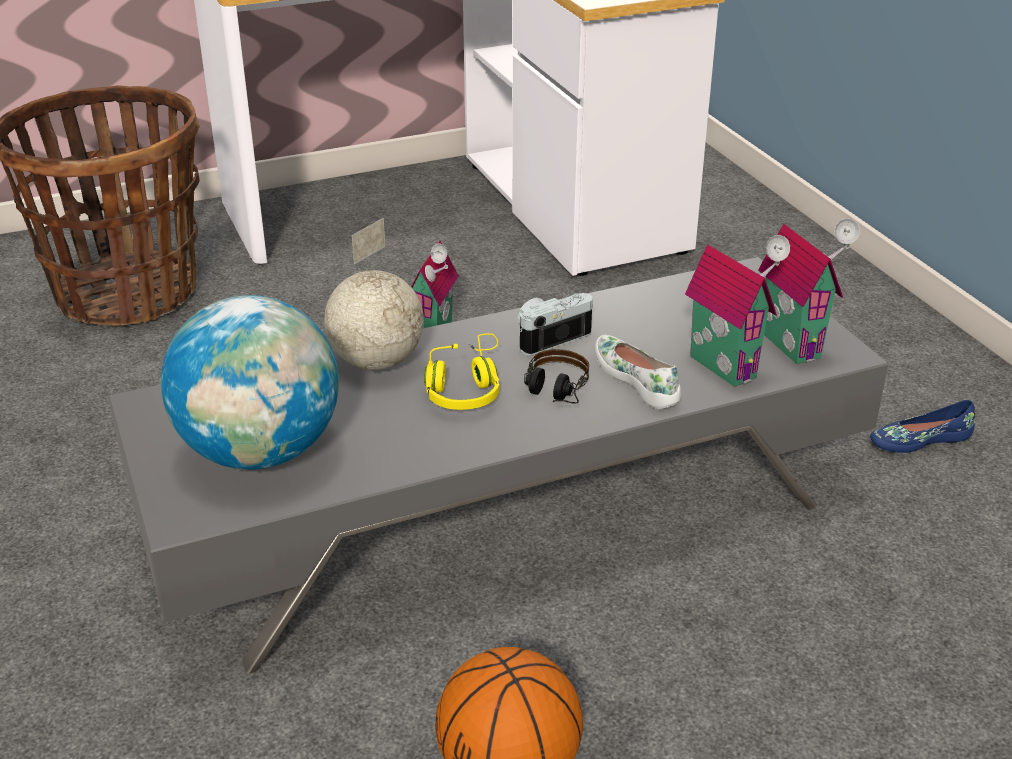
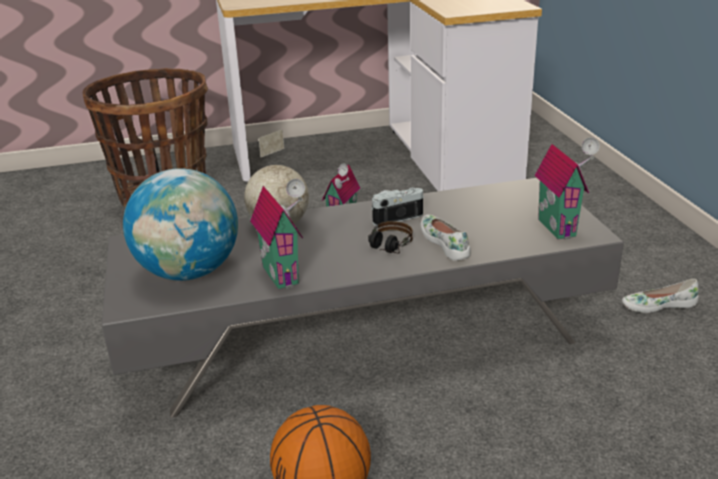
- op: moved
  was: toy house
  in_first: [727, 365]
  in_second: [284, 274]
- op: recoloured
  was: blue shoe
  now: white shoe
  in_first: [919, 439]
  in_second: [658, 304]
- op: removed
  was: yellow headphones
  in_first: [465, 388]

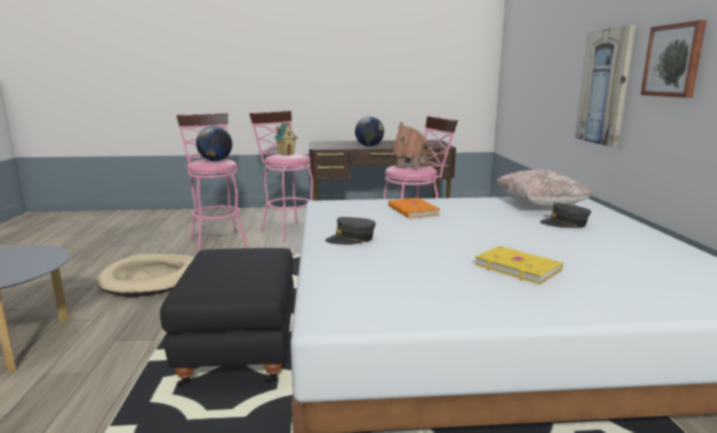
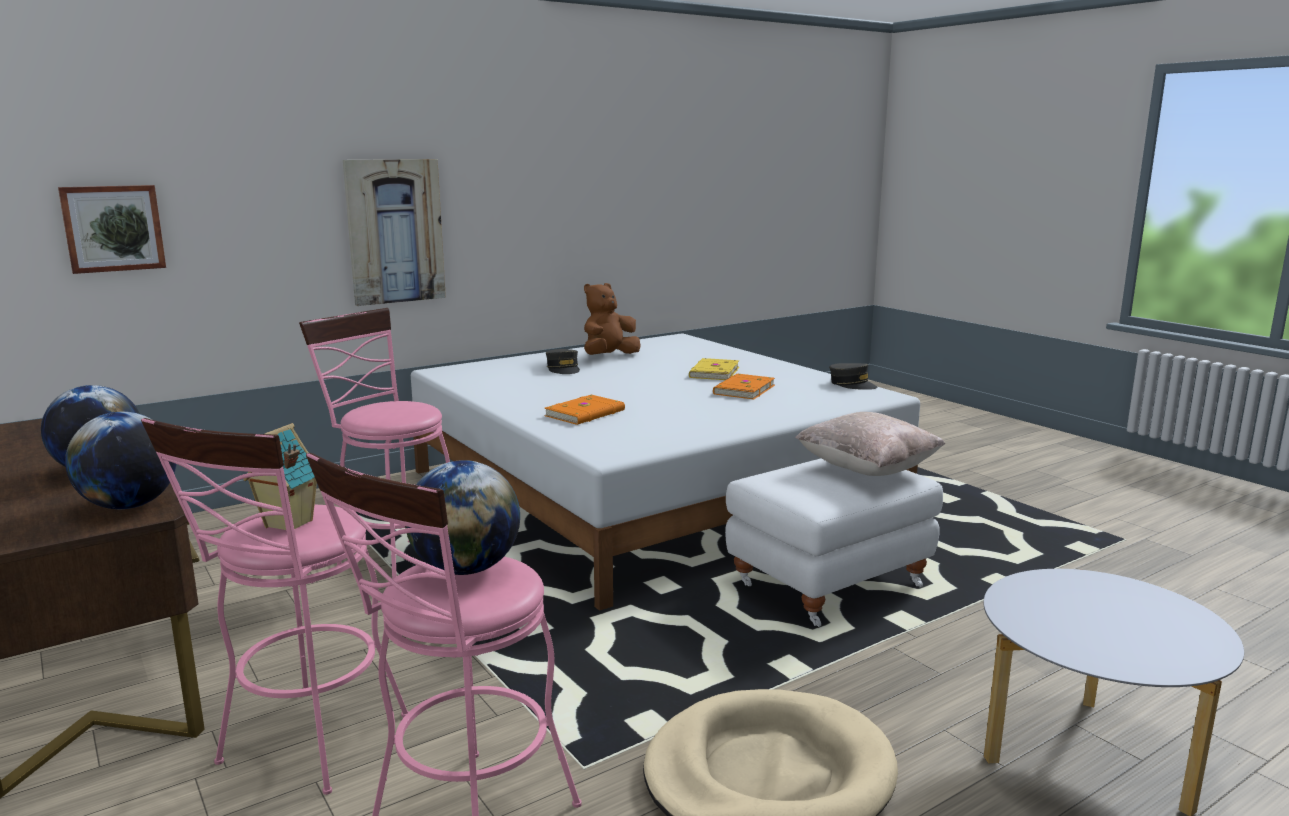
- op: moved
  was: picture
  in_first: [674, 60]
  in_second: [113, 228]
- op: added
  now: globe
  in_second: [129, 506]
- op: added
  now: brown plush toy
  in_second: [609, 356]
- op: added
  now: orange book
  in_second: [743, 390]
- op: recoloured
  was: black ottoman
  now: white ottoman
  in_first: [241, 352]
  in_second: [828, 583]
- op: moved
  was: beige pillow
  in_first: [539, 206]
  in_second: [867, 470]
- op: moved
  was: grey cap
  in_first: [351, 239]
  in_second: [852, 384]
- op: removed
  was: toy house
  in_first: [411, 166]

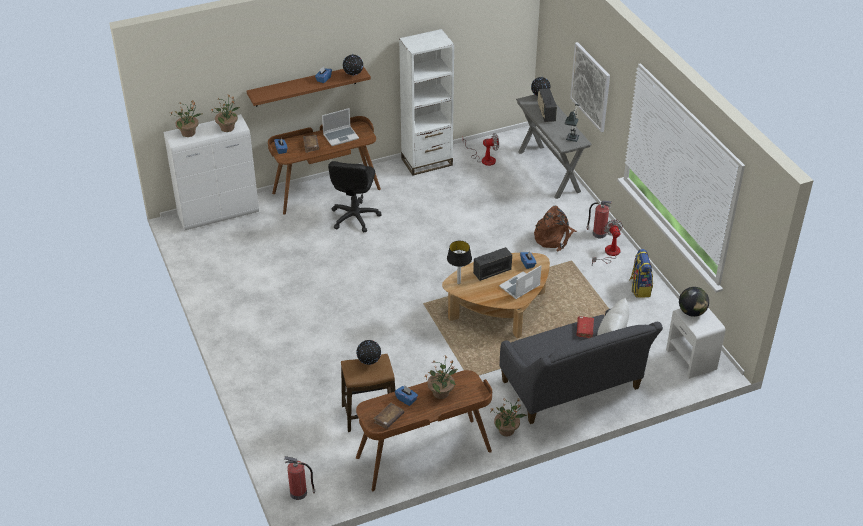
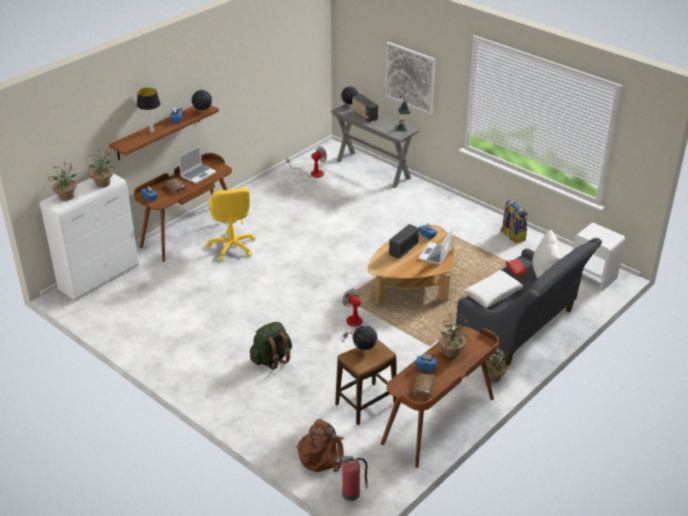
- op: moved
  was: table lamp
  in_first: [458, 283]
  in_second: [151, 131]
- op: recoloured
  was: black office chair
  now: yellow office chair
  in_first: [354, 217]
  in_second: [232, 247]
- op: added
  now: green backpack
  in_second: [271, 359]
- op: moved
  was: brown backpack
  in_first: [553, 238]
  in_second: [322, 455]
- op: moved
  was: fan
  in_first: [609, 254]
  in_second: [352, 325]
- op: added
  now: white pillow
  in_second: [492, 293]
- op: removed
  was: white bookcase
  in_first: [427, 162]
- op: removed
  was: fire extinguisher
  in_first: [598, 233]
- op: removed
  was: globe
  in_first: [692, 312]

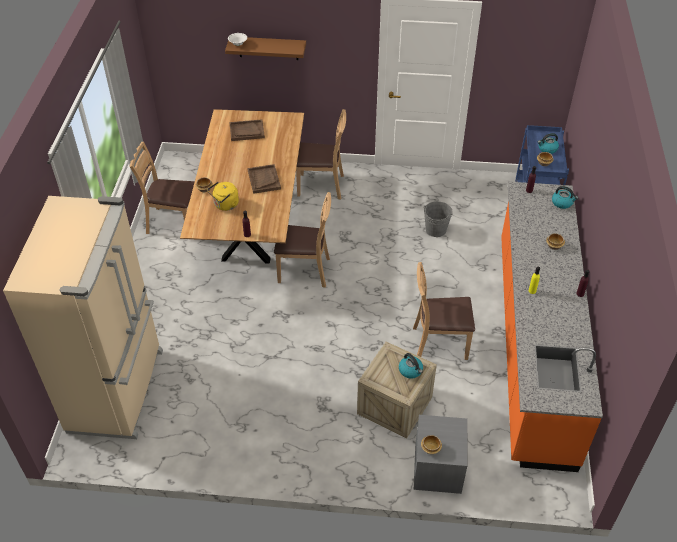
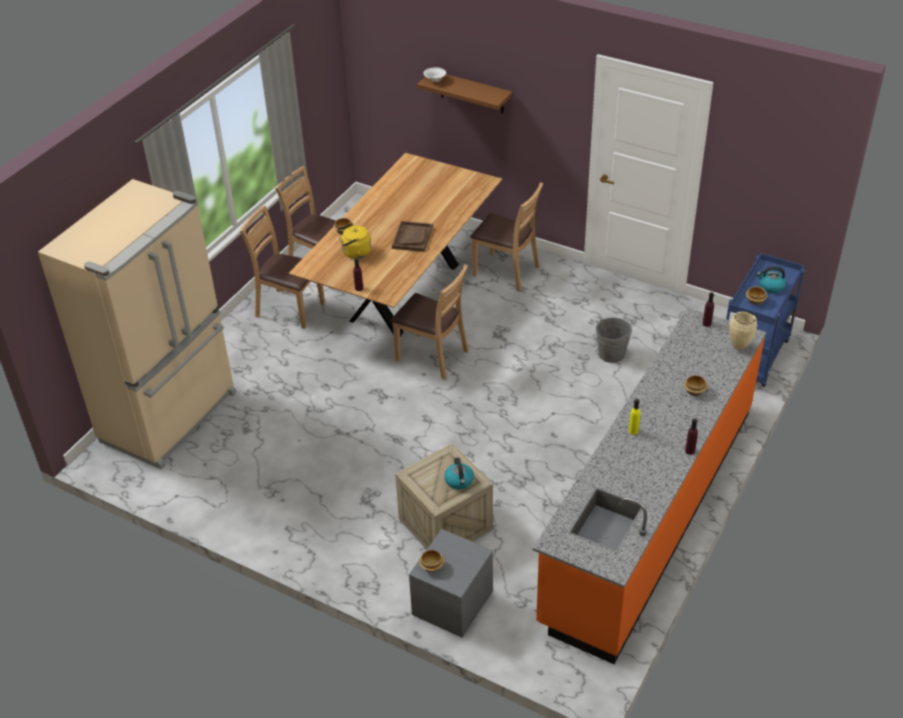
- op: moved
  was: brown chair
  in_first: [439, 344]
  in_second: [289, 309]
- op: replaced
  was: kettle
  now: beige vase
  in_first: [562, 203]
  in_second: [739, 348]
- op: removed
  was: brown tray
  in_first: [247, 131]

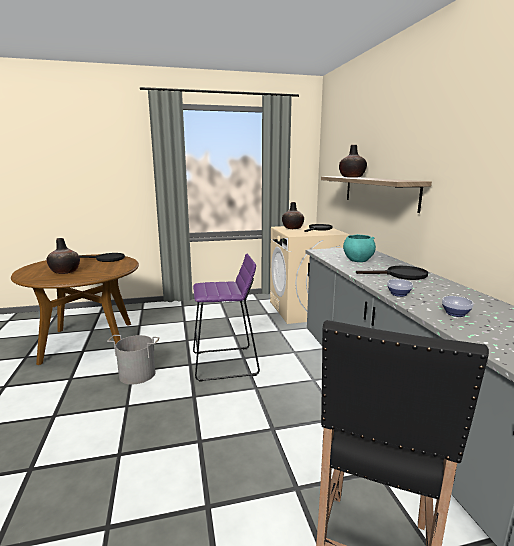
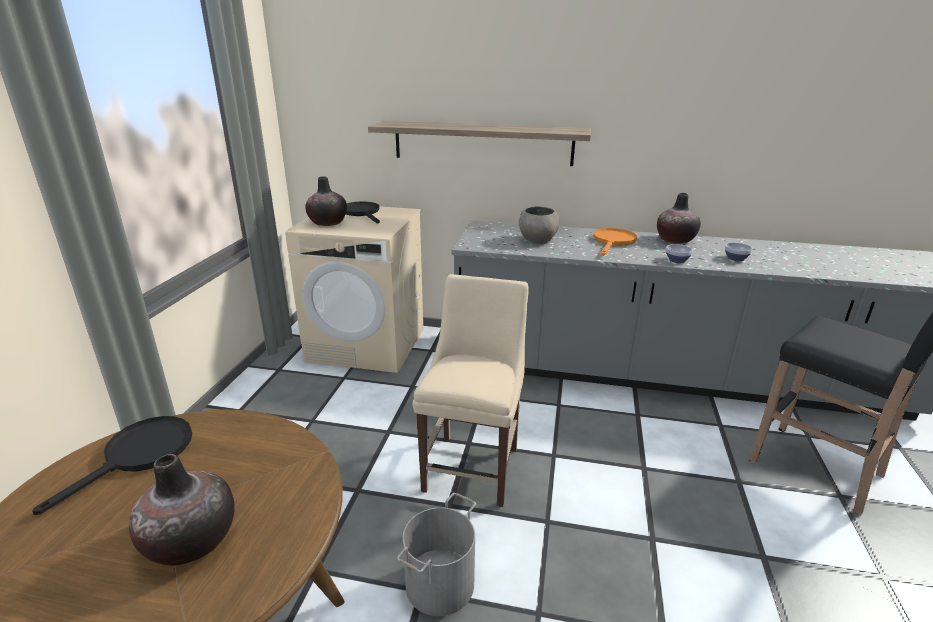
- op: replaced
  was: purple stool
  now: beige chair
  in_first: [225, 363]
  in_second: [473, 465]
- op: recoloured
  was: turquoise bowl
  now: grey bowl
  in_first: [357, 260]
  in_second: [537, 241]
- op: recoloured
  was: black frying pan
  now: orange frying pan
  in_first: [401, 275]
  in_second: [613, 242]
- op: moved
  was: vase
  in_first: [352, 177]
  in_second: [675, 240]

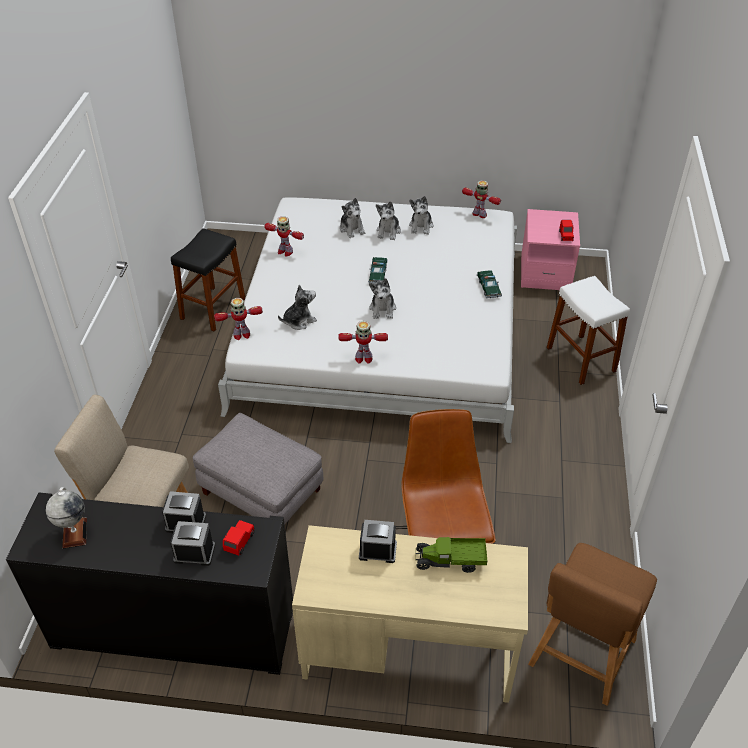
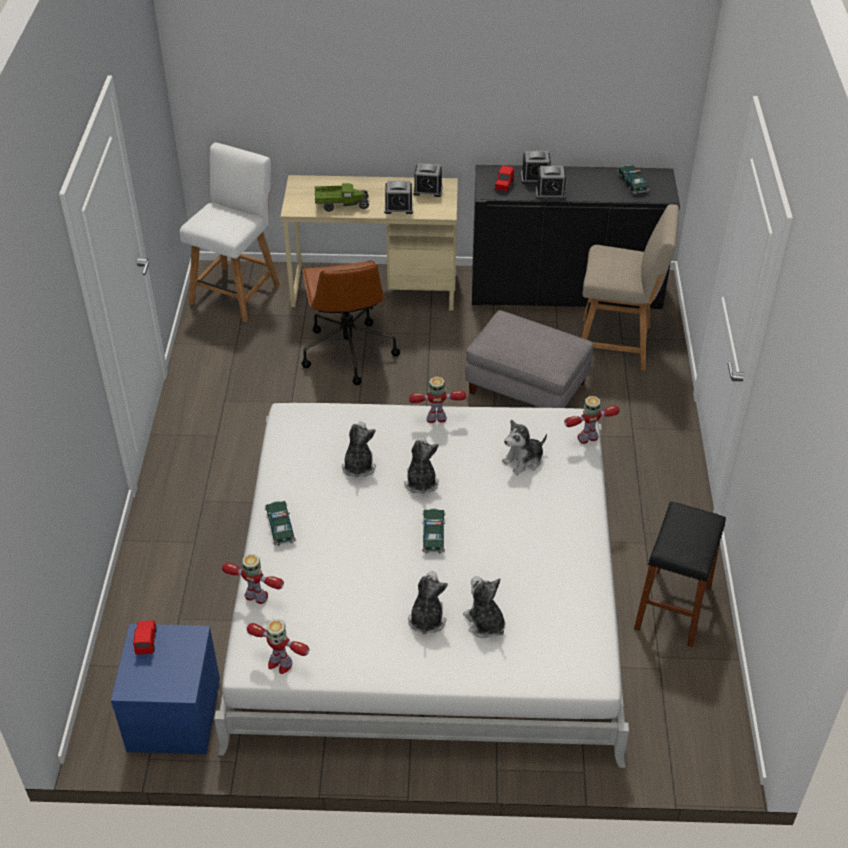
- op: recoloured
  was: pink nightstand
  now: blue nightstand
  in_first: [545, 273]
  in_second: [174, 715]
- op: recoloured
  was: brown chair
  now: white chair
  in_first: [580, 656]
  in_second: [237, 291]
- op: moved
  was: toy robot
  in_first: [285, 251]
  in_second: [257, 597]
- op: moved
  was: plush toy
  in_first: [421, 226]
  in_second: [358, 466]
- op: added
  now: alarm clock
  in_second: [428, 190]
- op: replaced
  was: globe
  now: toy car
  in_first: [74, 533]
  in_second: [632, 183]
- op: removed
  was: white stool
  in_first: [581, 359]

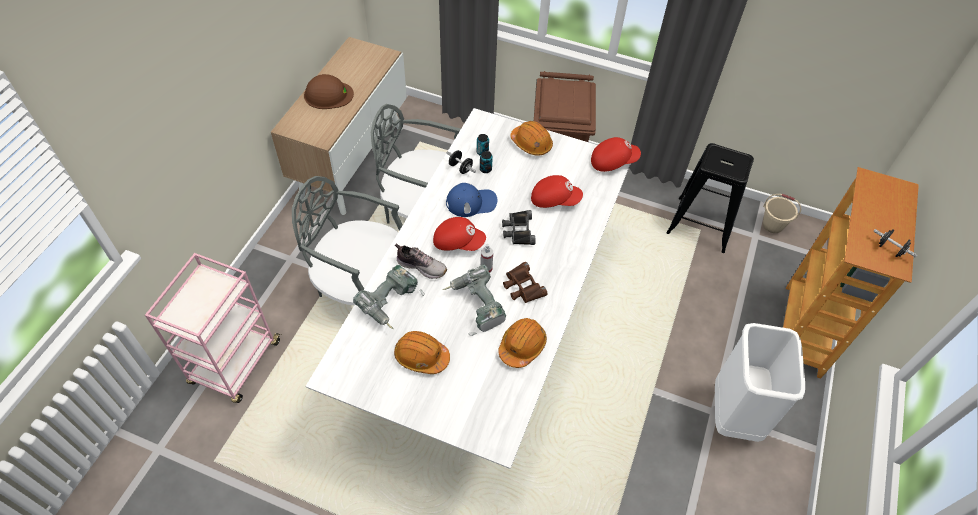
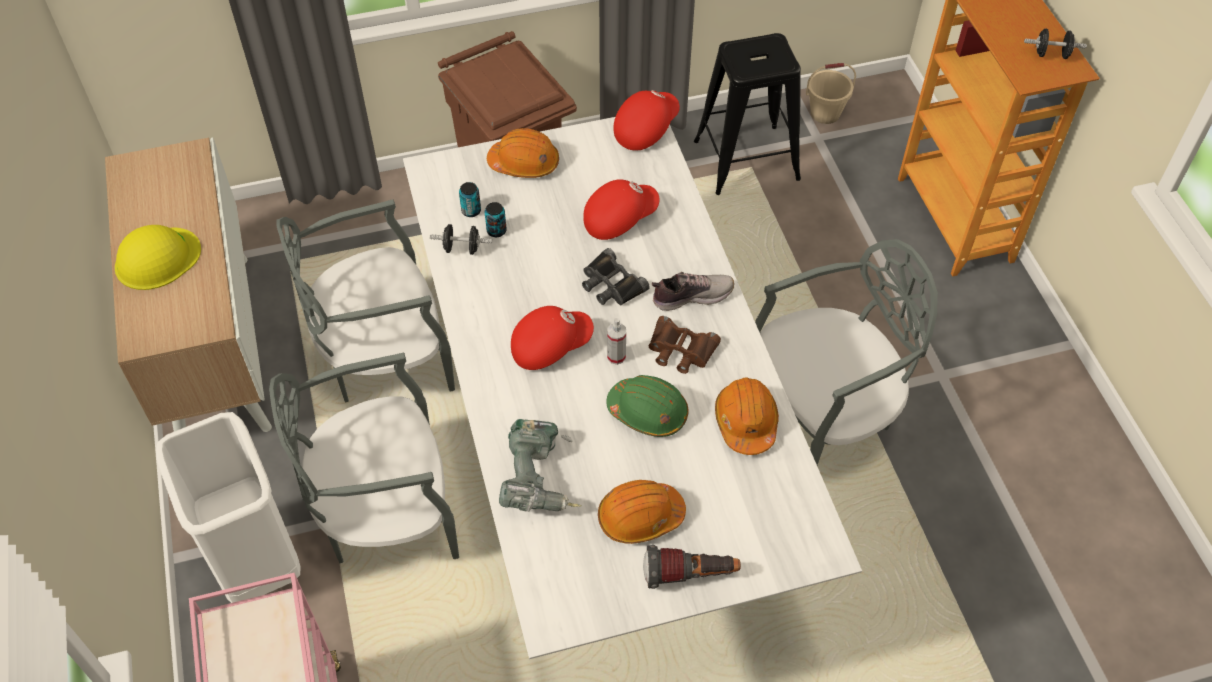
- op: recoloured
  was: brown hard hat
  now: yellow hard hat
  in_first: [328, 95]
  in_second: [157, 258]
- op: moved
  was: white trash can
  in_first: [734, 415]
  in_second: [258, 562]
- op: replaced
  was: power drill
  now: green hard hat
  in_first: [475, 307]
  in_second: [648, 412]
- op: added
  now: flashlight
  in_second: [690, 575]
- op: moved
  was: shoe
  in_first: [421, 266]
  in_second: [691, 296]
- op: added
  now: grey chair
  in_second: [823, 415]
- op: removed
  was: blue cap
  in_first: [471, 202]

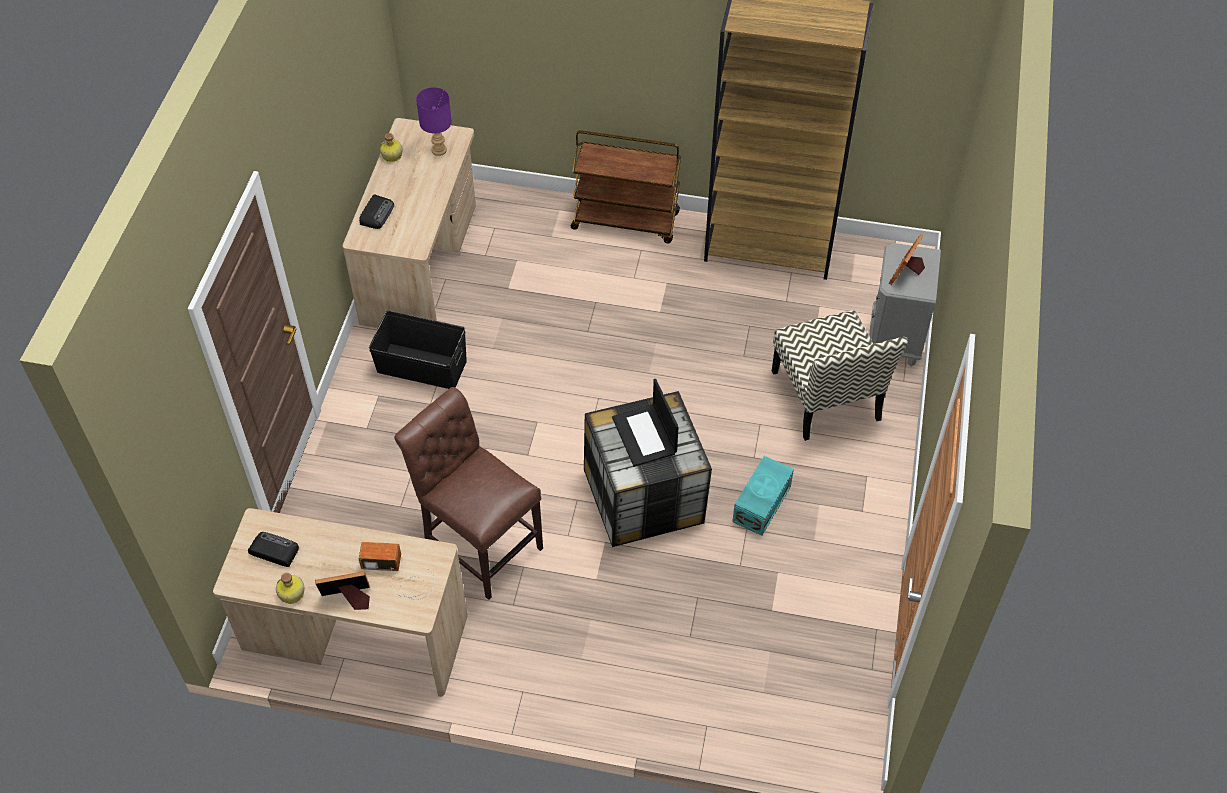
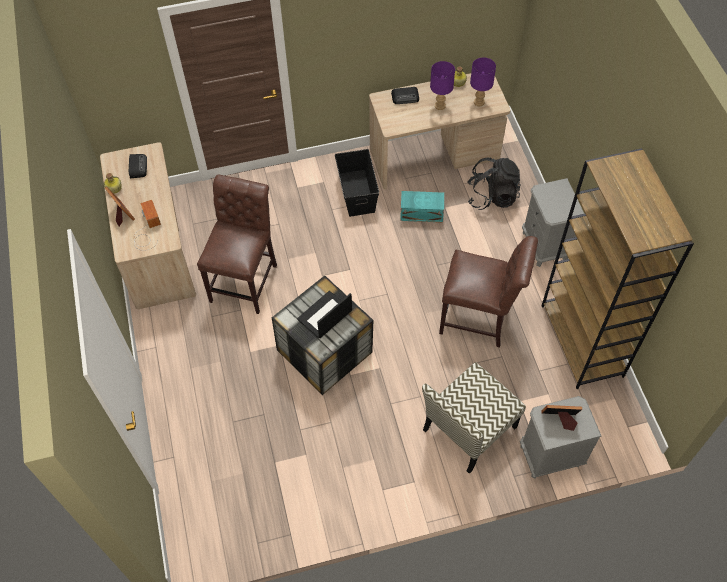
- op: moved
  was: turquoise storage box
  in_first: [760, 504]
  in_second: [421, 212]
- op: added
  now: purple table lamp
  in_second: [440, 106]
- op: added
  now: brown chair
  in_second: [479, 320]
- op: added
  now: black backpack
  in_second: [492, 196]
- op: replaced
  was: brown cart
  now: grey nightstand
  in_first: [626, 221]
  in_second: [545, 246]

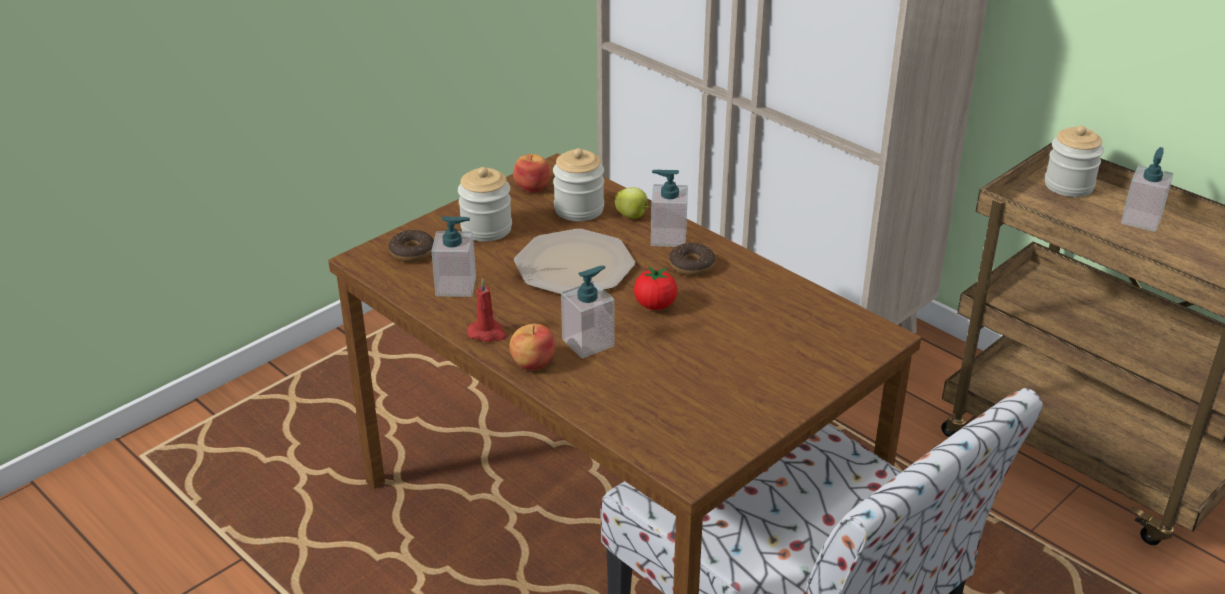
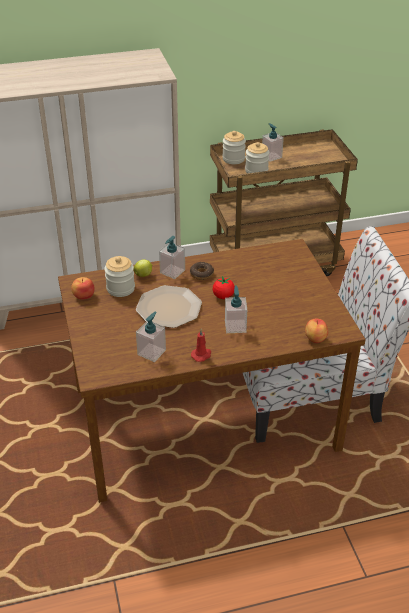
- op: moved
  was: jar
  in_first: [486, 229]
  in_second: [256, 171]
- op: moved
  was: apple
  in_first: [532, 362]
  in_second: [315, 338]
- op: removed
  was: donut
  in_first: [412, 252]

